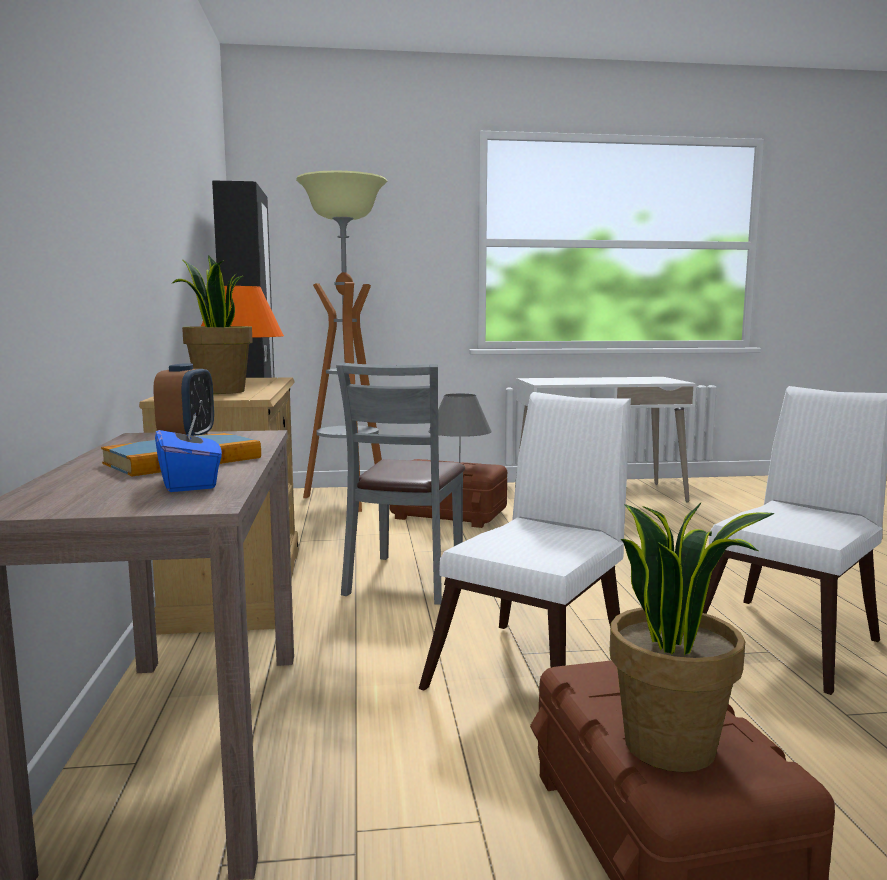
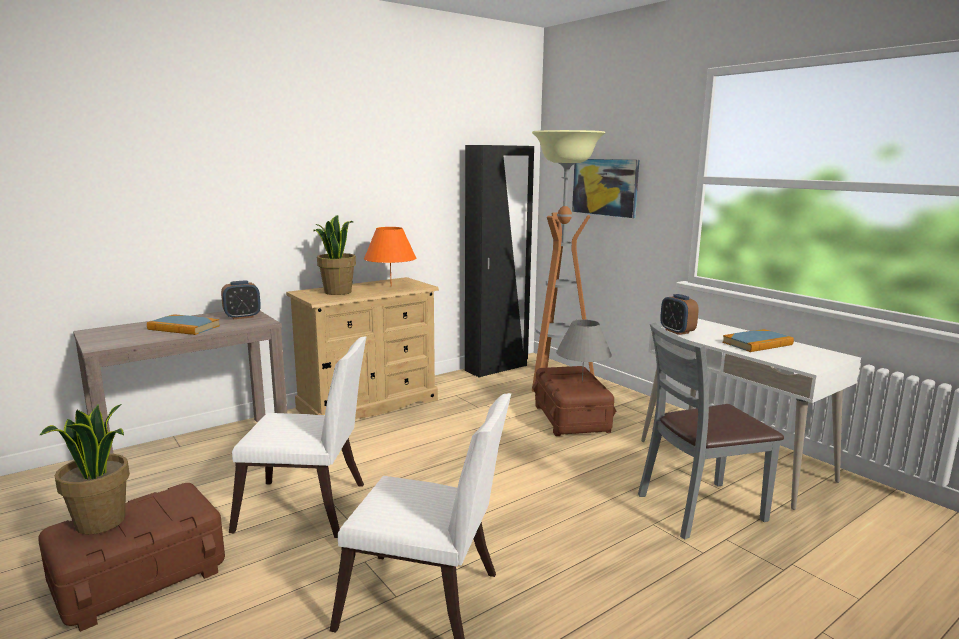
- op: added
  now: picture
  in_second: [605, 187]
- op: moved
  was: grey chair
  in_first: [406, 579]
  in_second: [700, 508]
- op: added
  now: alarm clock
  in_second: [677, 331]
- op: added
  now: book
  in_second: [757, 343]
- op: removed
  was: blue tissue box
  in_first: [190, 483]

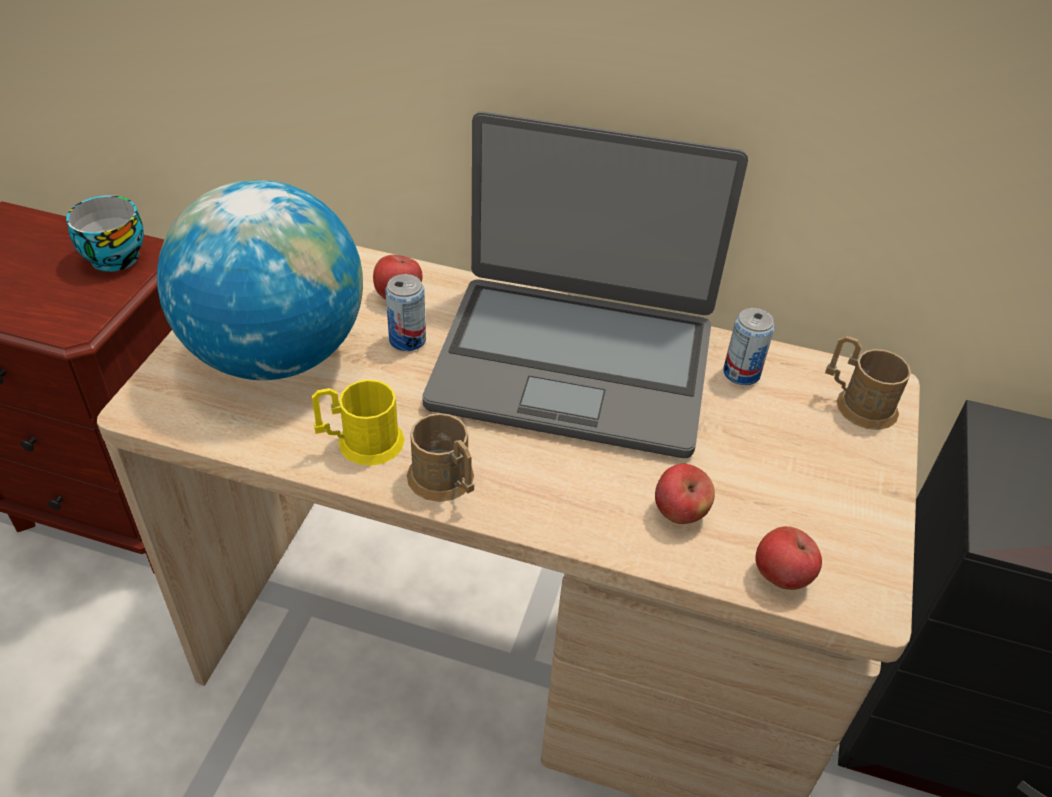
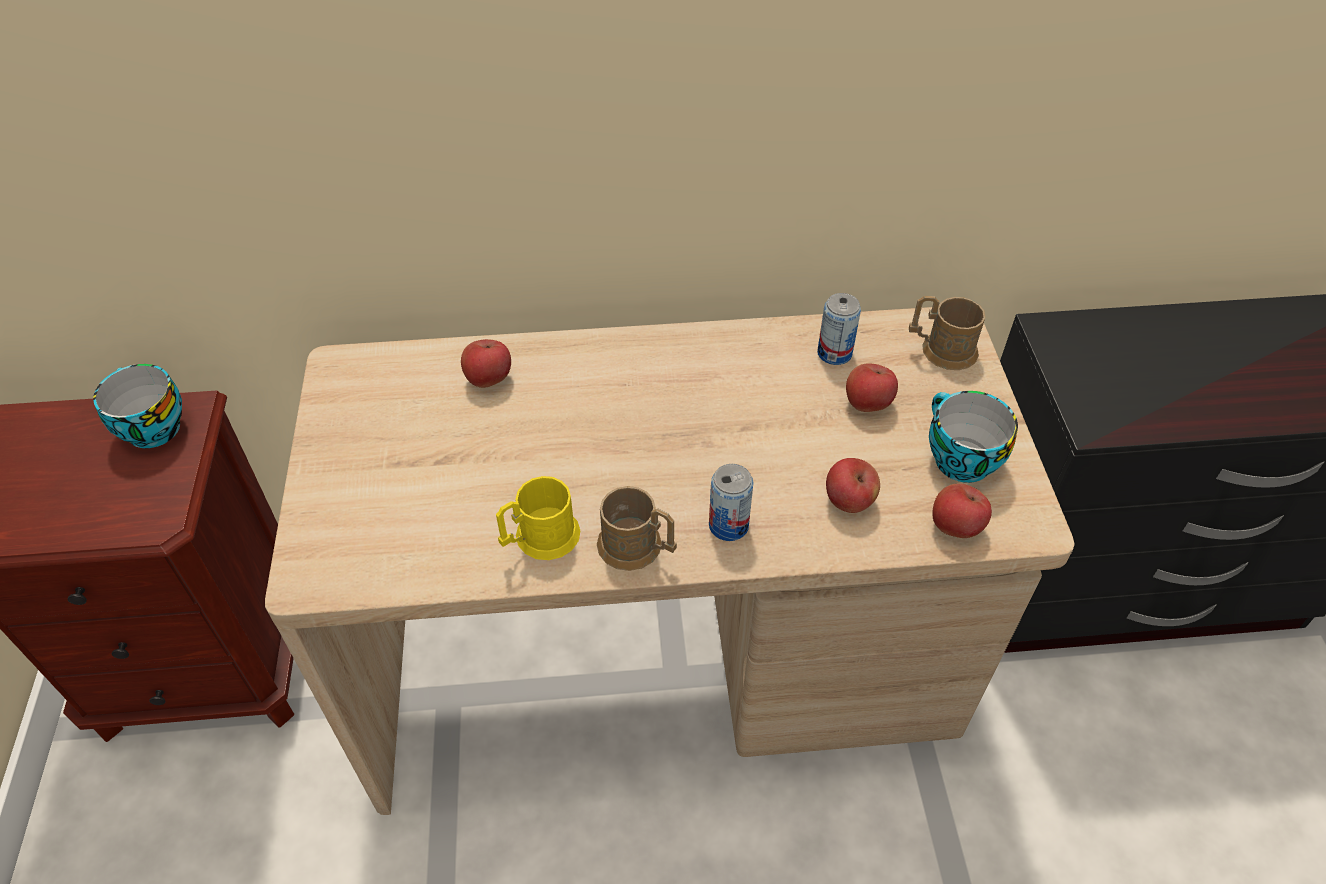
- op: moved
  was: can
  in_first: [407, 340]
  in_second: [728, 525]
- op: added
  now: apple
  in_second: [867, 404]
- op: added
  now: cup
  in_second: [957, 459]
- op: removed
  was: globe
  in_first: [275, 354]
- op: removed
  was: laptop
  in_first: [573, 363]

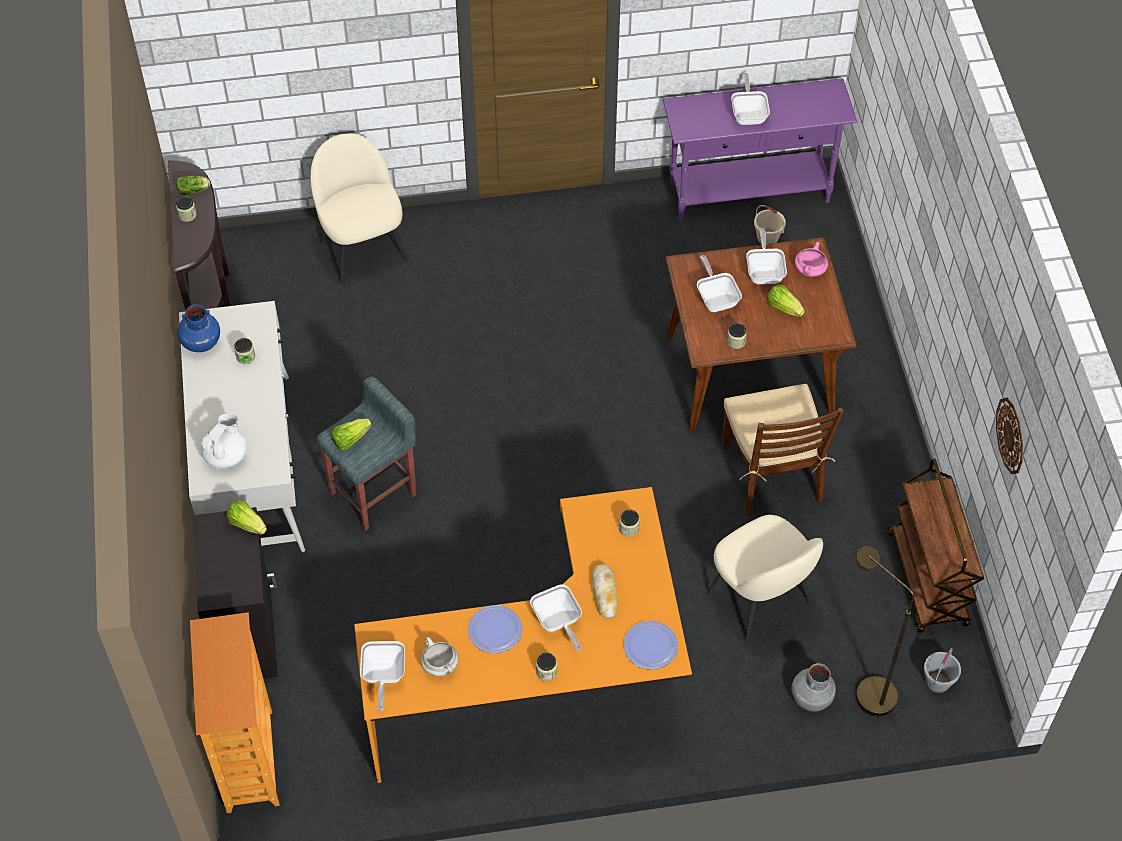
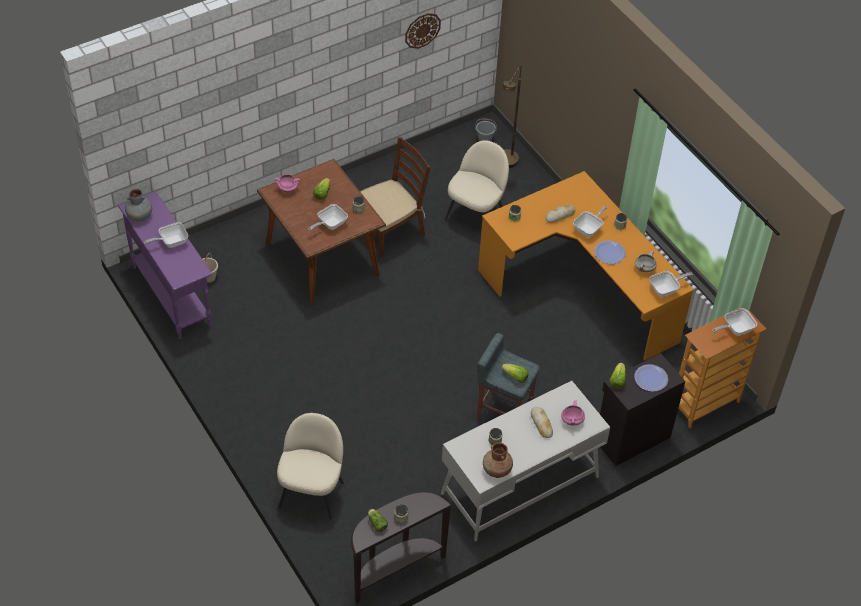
- op: moved
  was: grey vase
  in_first: [811, 698]
  in_second: [140, 216]
- op: turned
  was: beige chair
  in_first: [363, 248]
  in_second: [312, 493]
  clockwise: 150
- op: recoloured
  was: blue vase
  now: brown vase
  in_first: [201, 342]
  in_second: [496, 470]
- op: added
  now: bread
  in_second: [541, 424]
- op: replaced
  was: white teapot
  now: pink cooking pot
  in_first: [226, 455]
  in_second: [572, 420]
- op: moved
  was: plate
  in_first: [650, 646]
  in_second: [651, 378]
- op: moved
  was: frying pan
  in_first: [764, 272]
  in_second: [735, 329]
- op: removed
  was: brown cart
  in_first: [928, 580]

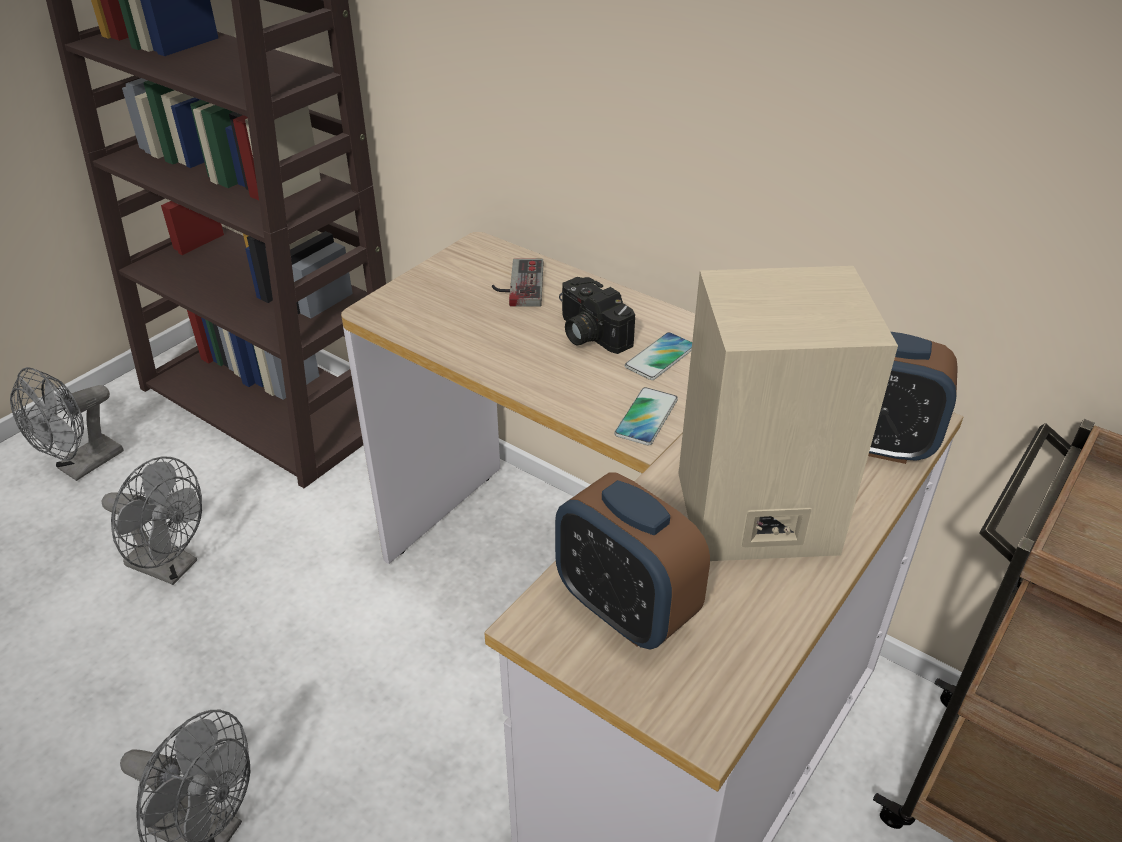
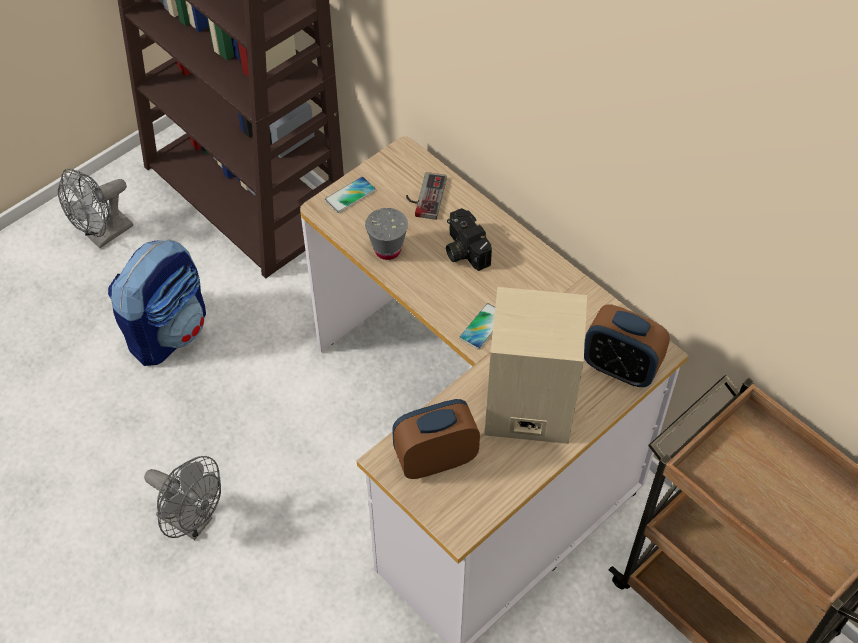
- op: replaced
  was: grey fan
  now: backpack
  in_first: [171, 567]
  in_second: [169, 331]
- op: moved
  was: phone
  in_first: [660, 357]
  in_second: [350, 195]
- op: added
  now: grey cup
  in_second: [387, 250]
- op: turned
  was: alarm clock
  in_first: [625, 609]
  in_second: [435, 458]
  clockwise: 105

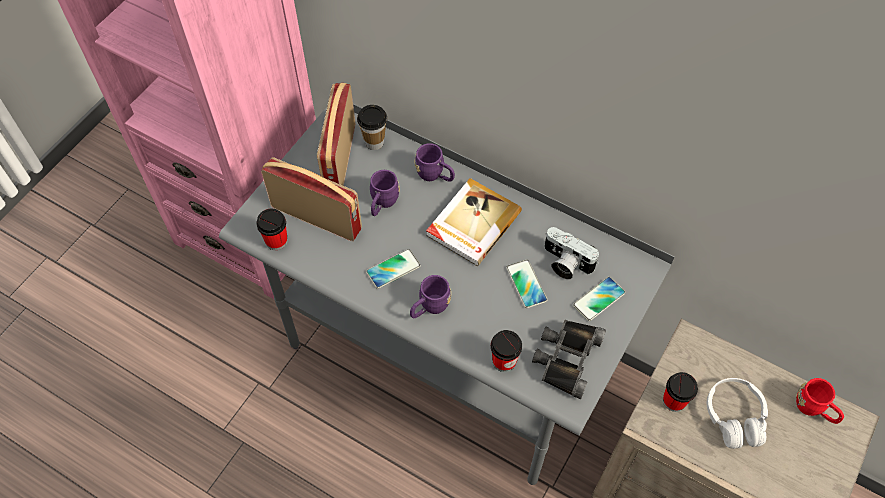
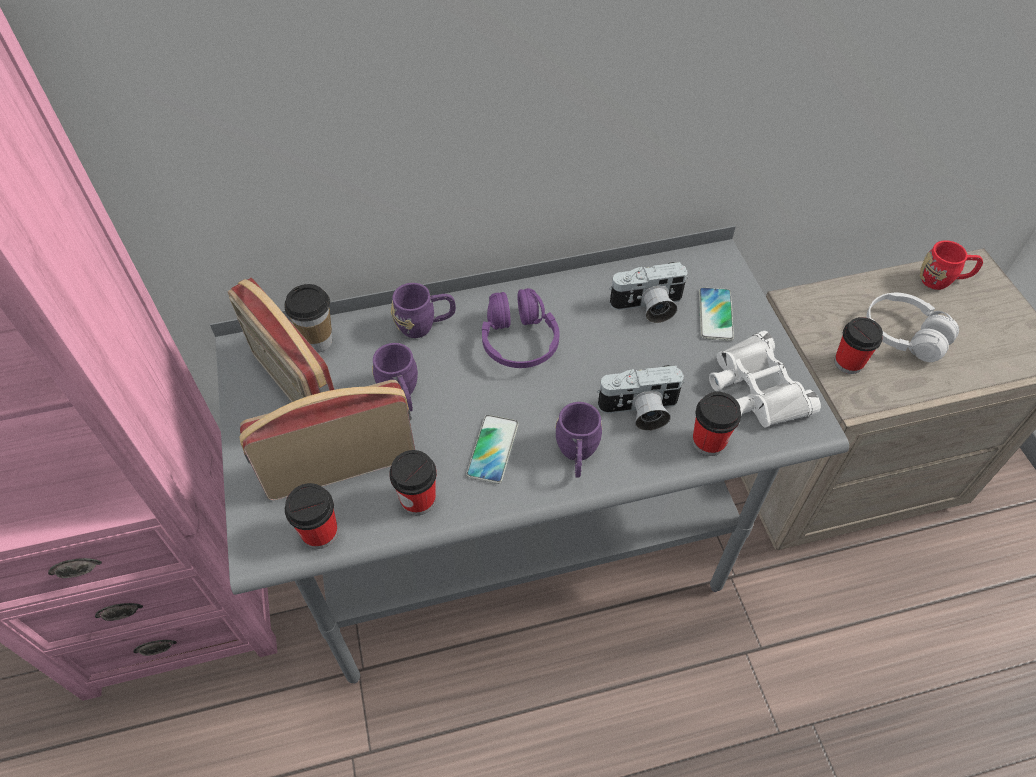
- op: added
  now: cup
  in_second: [418, 500]
- op: replaced
  was: book
  now: purple headphones
  in_first: [472, 224]
  in_second: [519, 341]
- op: added
  now: photo camera
  in_second: [639, 412]
- op: recoloured
  was: black binoculars
  now: white binoculars
  in_first: [566, 358]
  in_second: [755, 389]
- op: removed
  was: phone
  in_first: [526, 284]

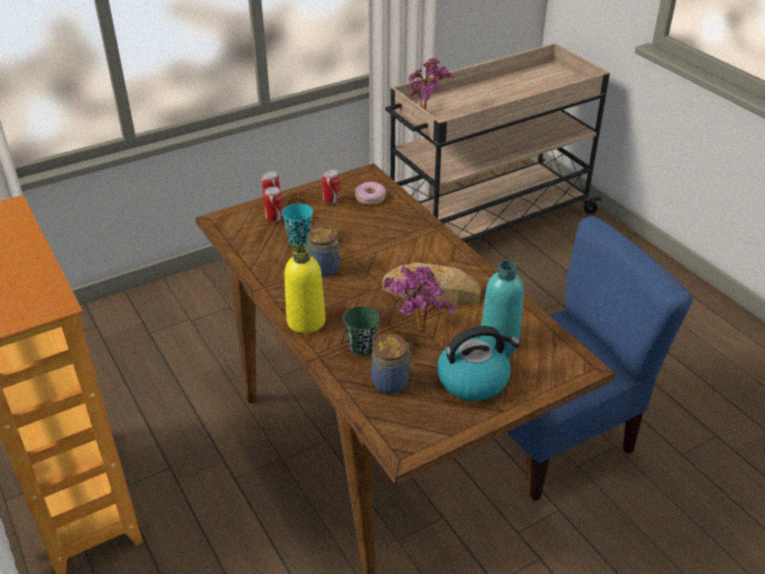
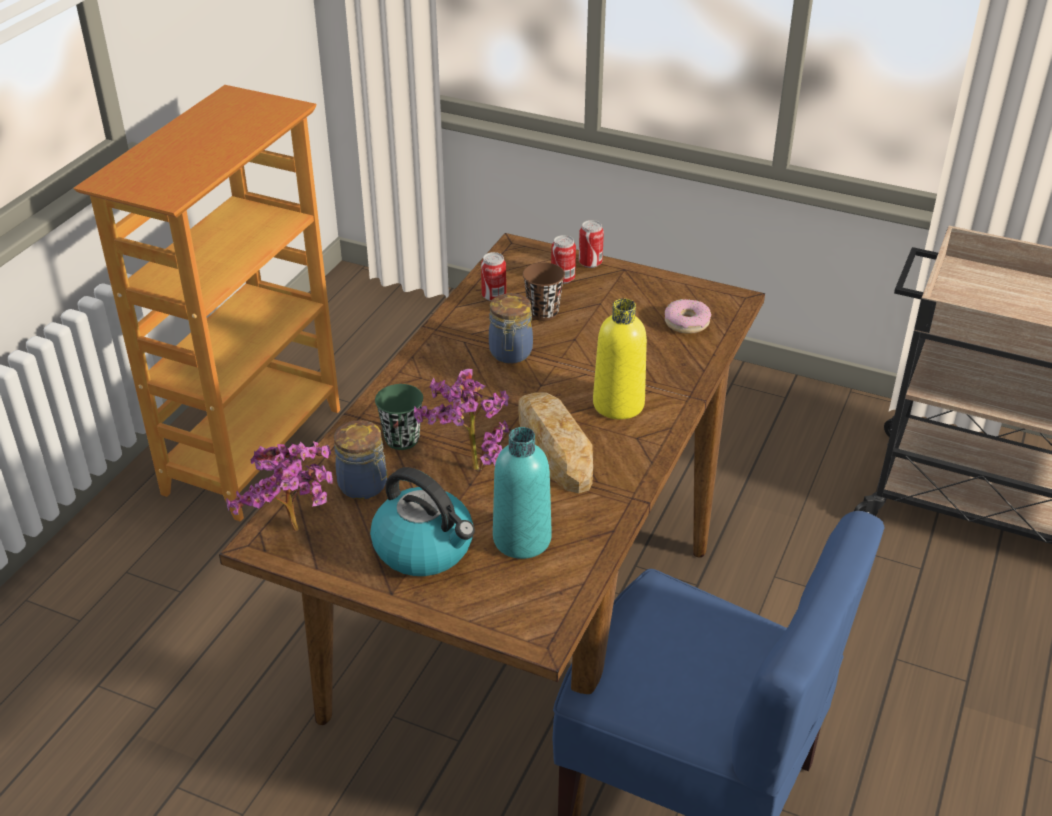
- op: moved
  was: potted plant
  in_first: [427, 112]
  in_second: [297, 535]
- op: moved
  was: can
  in_first: [331, 200]
  in_second: [494, 296]
- op: recoloured
  was: turquoise cup
  now: brown cup
  in_first: [299, 240]
  in_second: [543, 312]
- op: moved
  was: yellow bottle
  in_first: [306, 321]
  in_second: [618, 404]

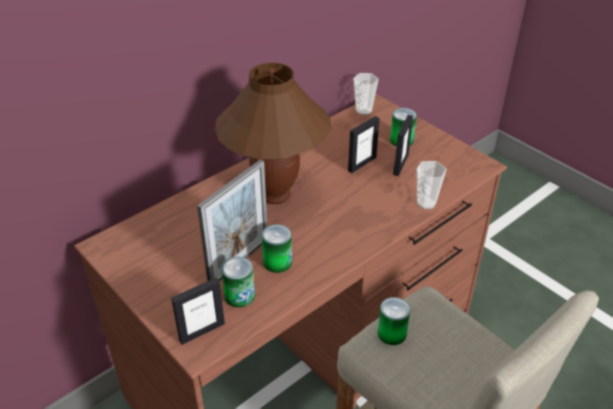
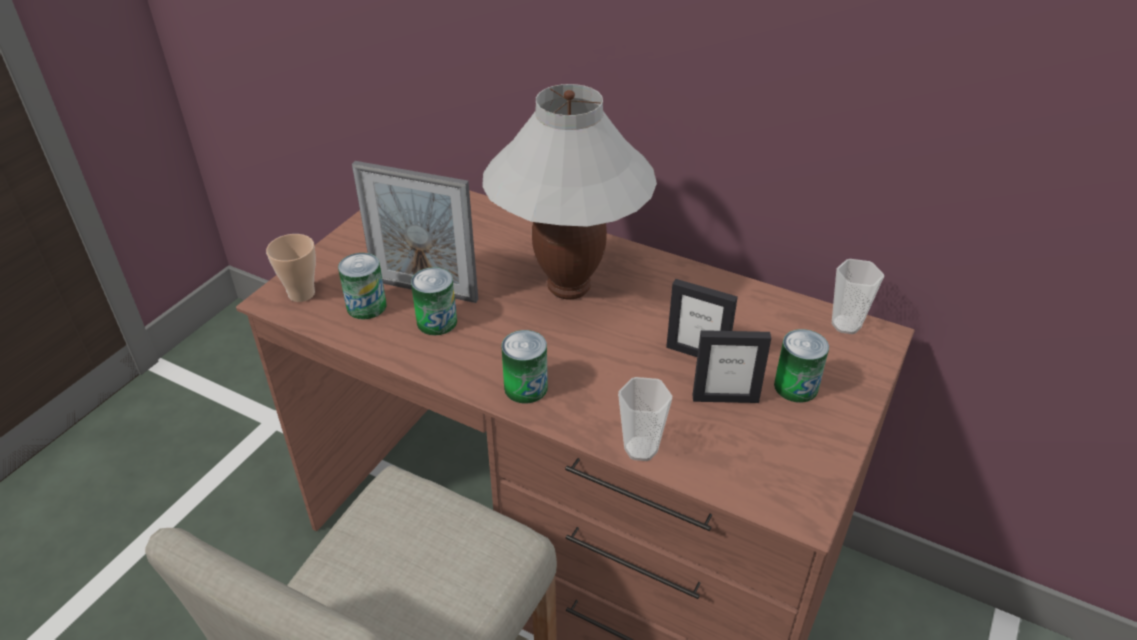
- op: replaced
  was: picture frame
  now: cup
  in_first: [202, 331]
  in_second: [301, 294]
- op: recoloured
  was: brown table lamp
  now: white table lamp
  in_first: [276, 195]
  in_second: [569, 287]
- op: moved
  was: can
  in_first: [392, 333]
  in_second: [526, 387]

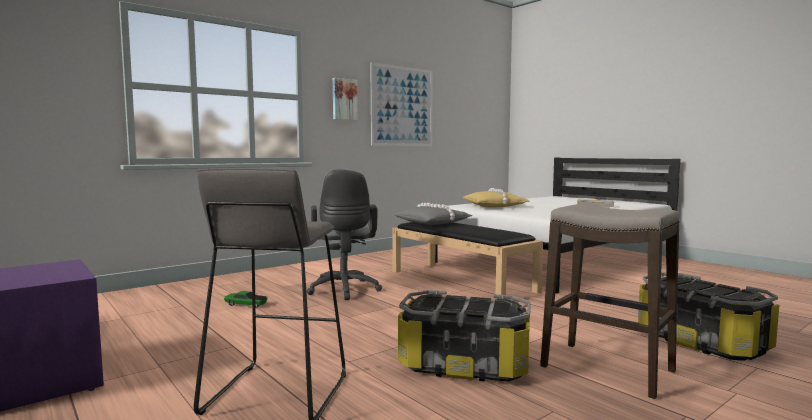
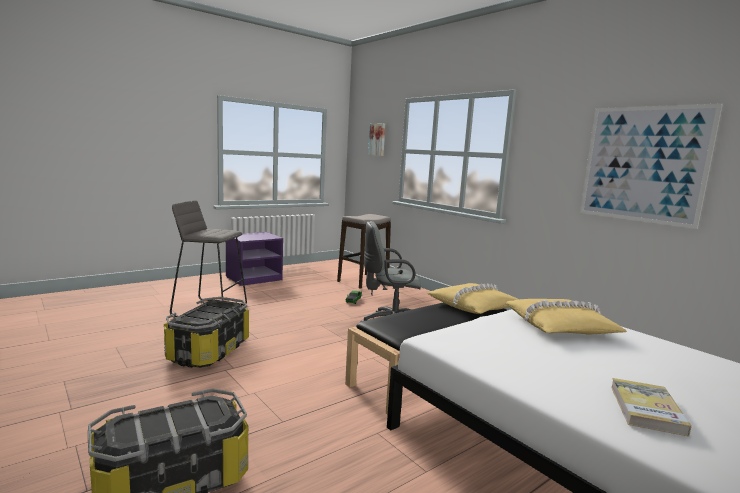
- op: moved
  was: stool
  in_first: [607, 369]
  in_second: [363, 281]
- op: moved
  was: picture
  in_first: [344, 99]
  in_second: [377, 139]
- op: recoloured
  was: grey pillow
  now: yellow pillow
  in_first: [432, 222]
  in_second: [474, 306]

